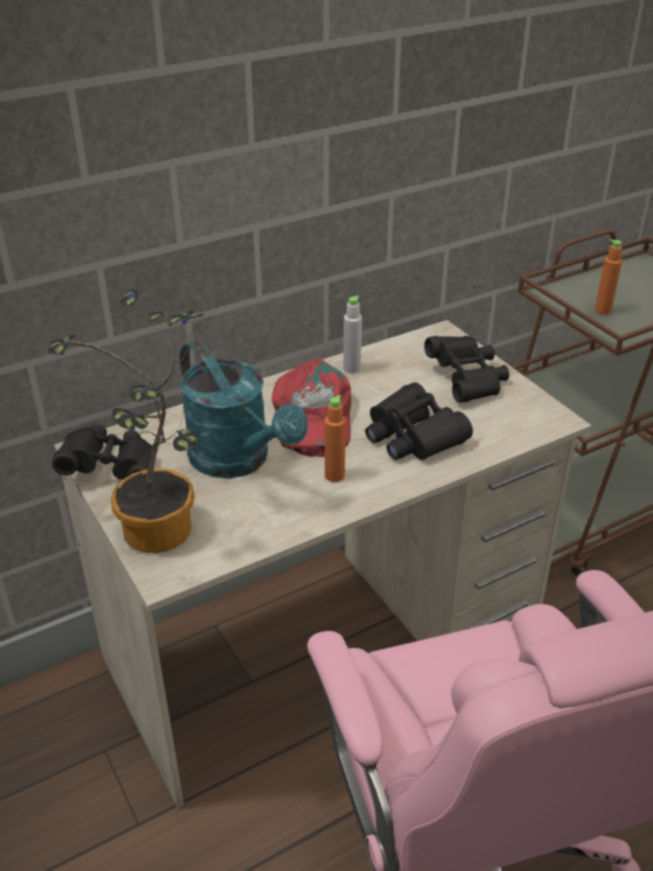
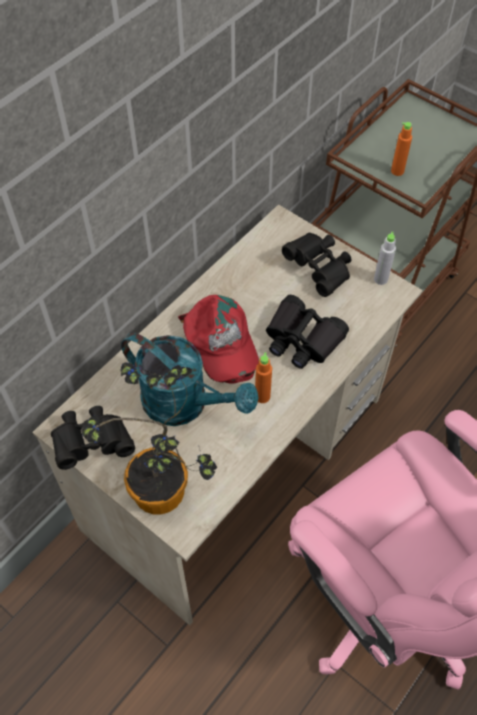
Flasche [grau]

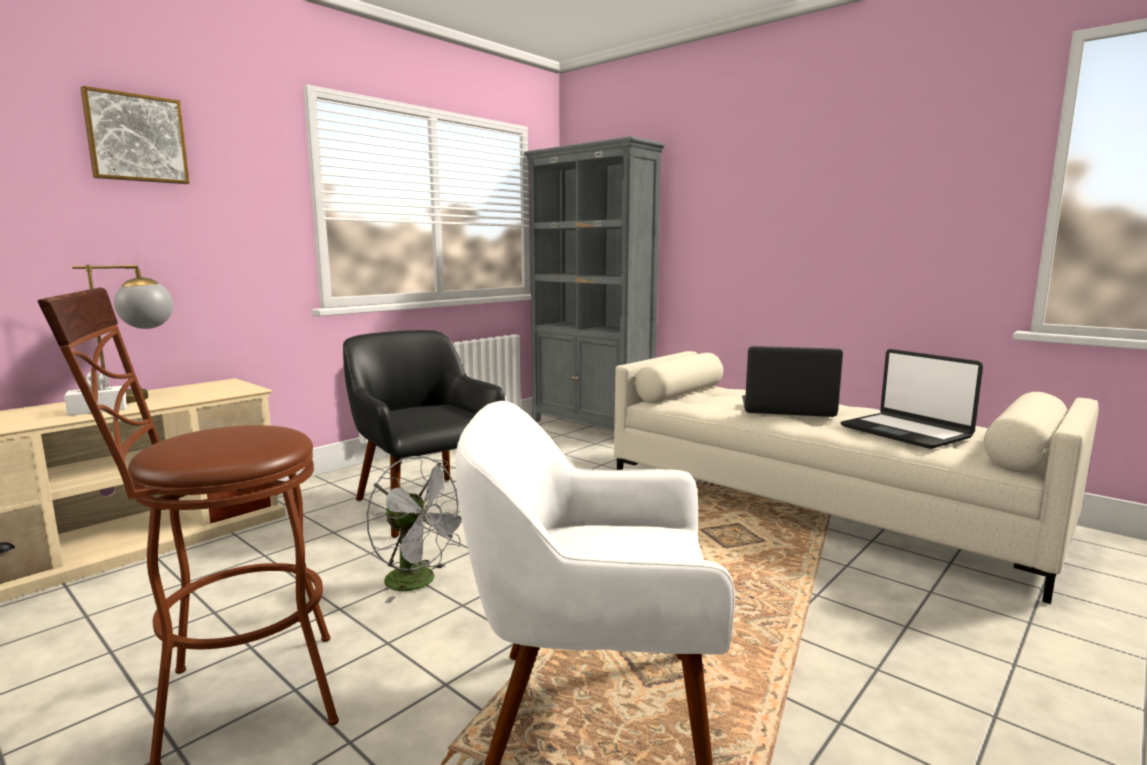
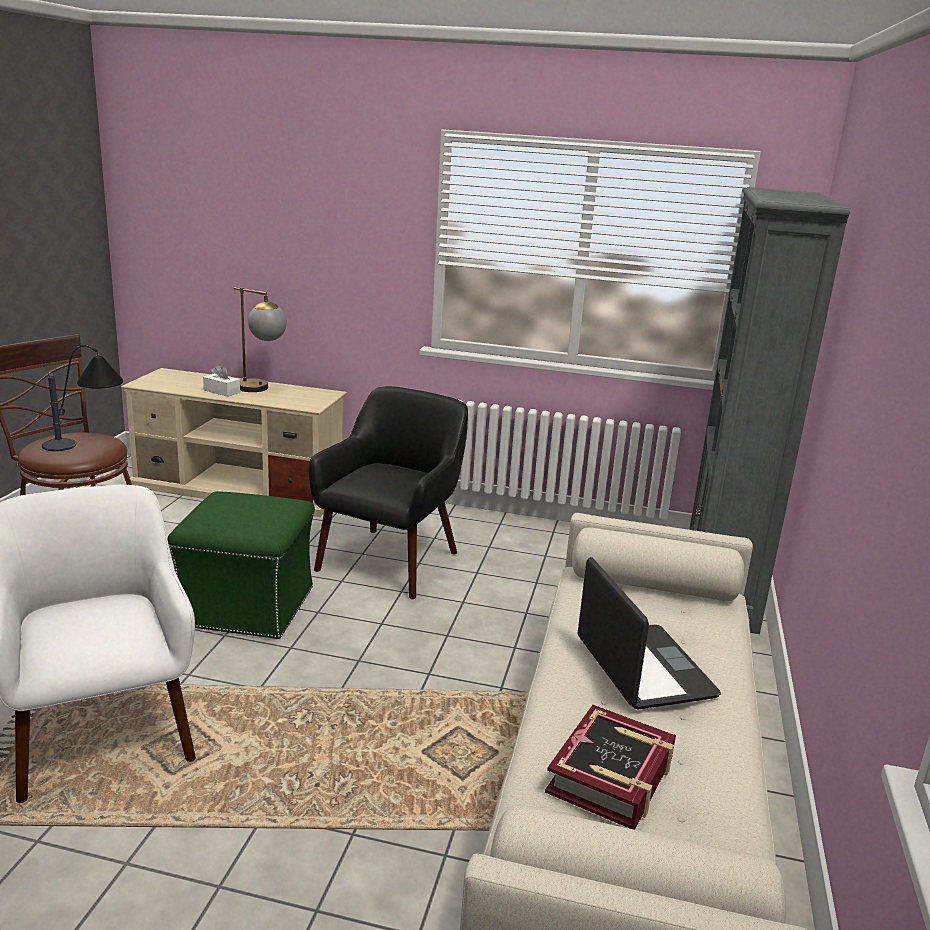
Bild; Buch; Polsterhocker [grün]; Tischlampe (1st from left)

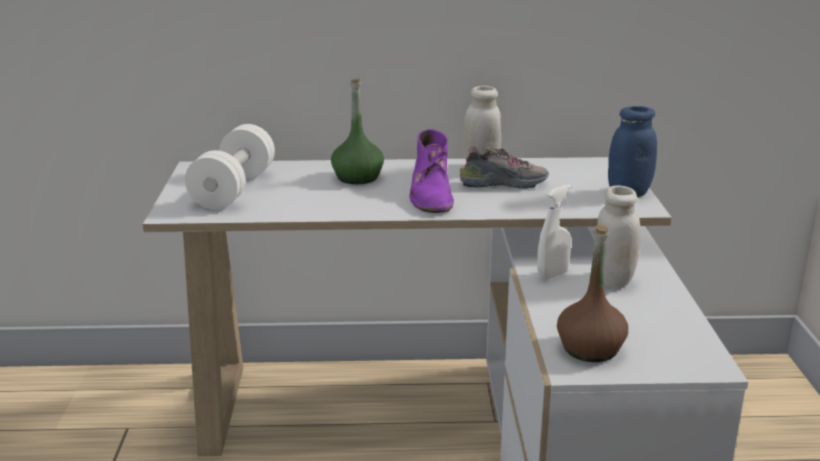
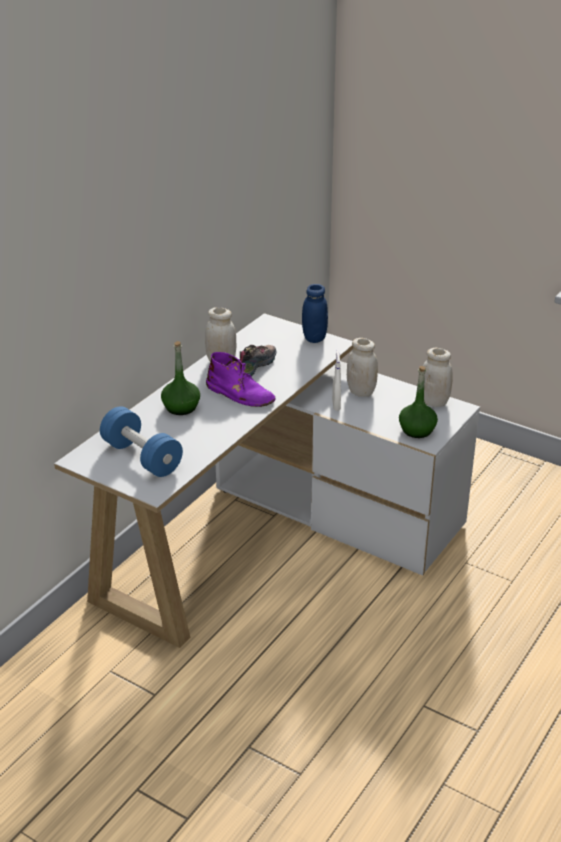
Hantel [blau]; Flasche [grün] (2nd from left); Vorratsglas [weiß] (3rd from left)

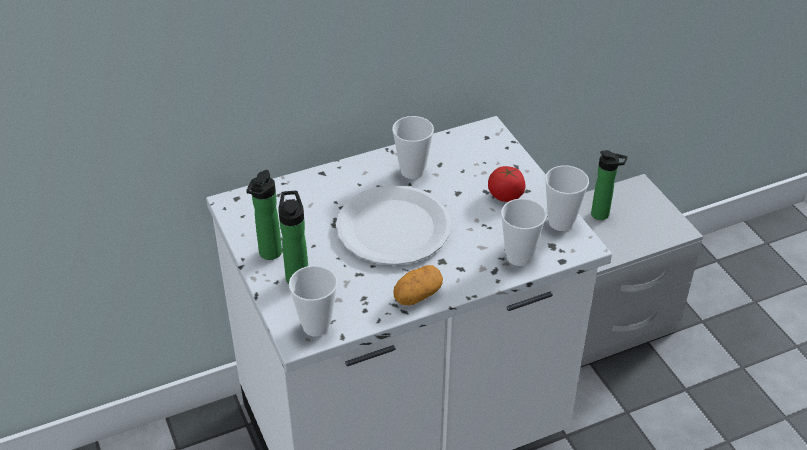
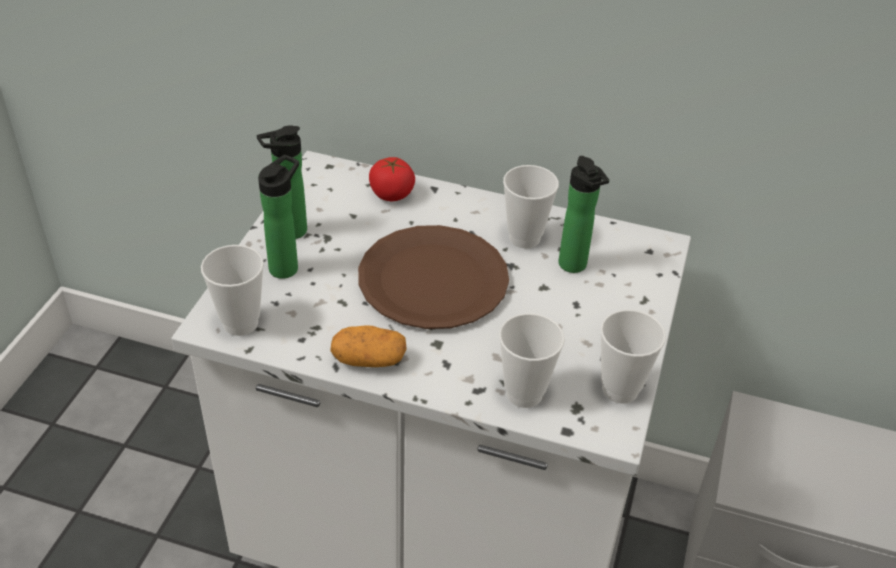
Flasche (3rd from left); Tomate; Teller [braun]

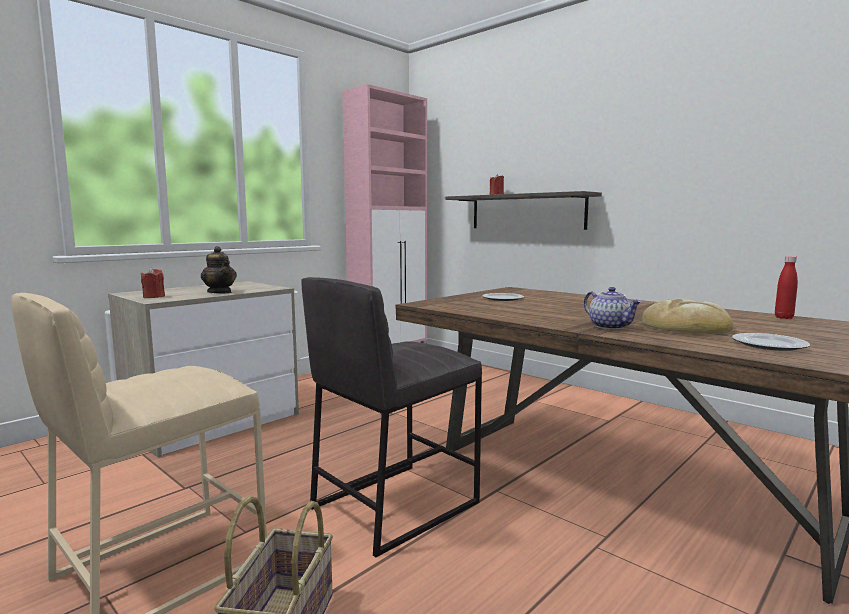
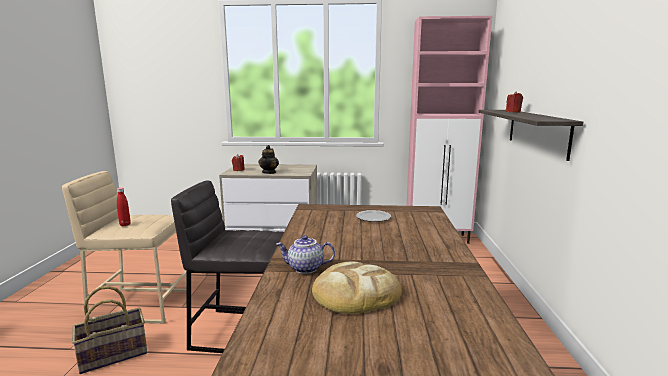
Flasche [rot]; Teekanne (2nd from left); Teller (2nd from left in the first image)

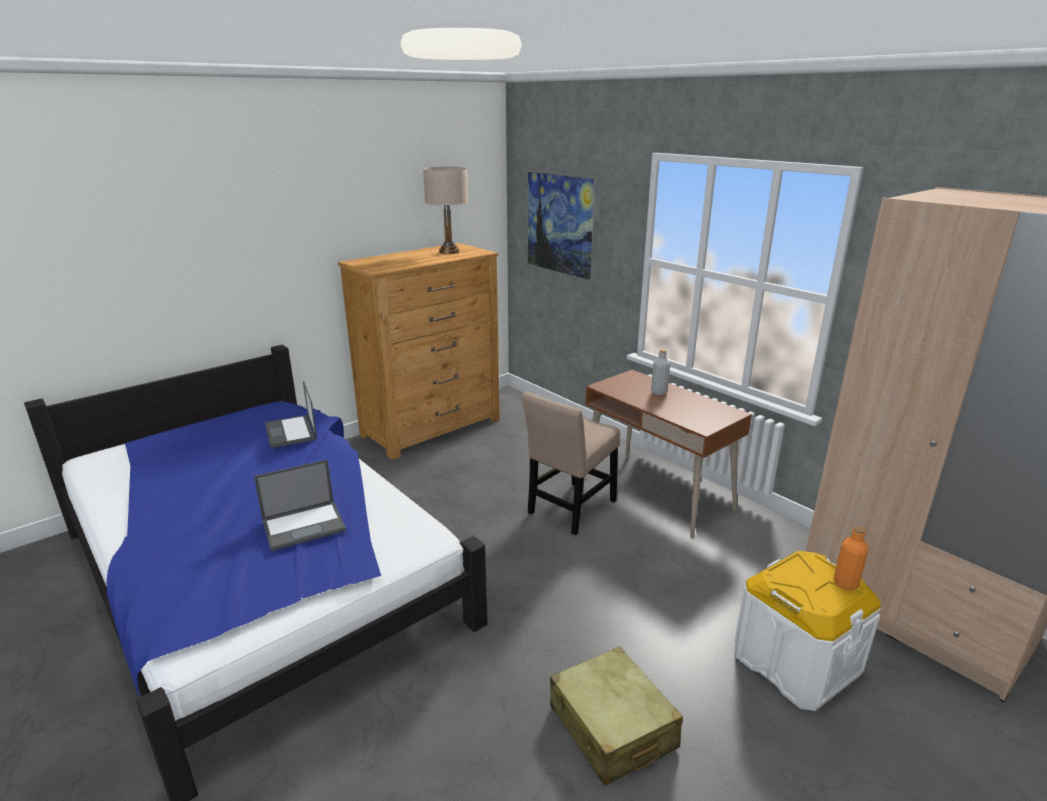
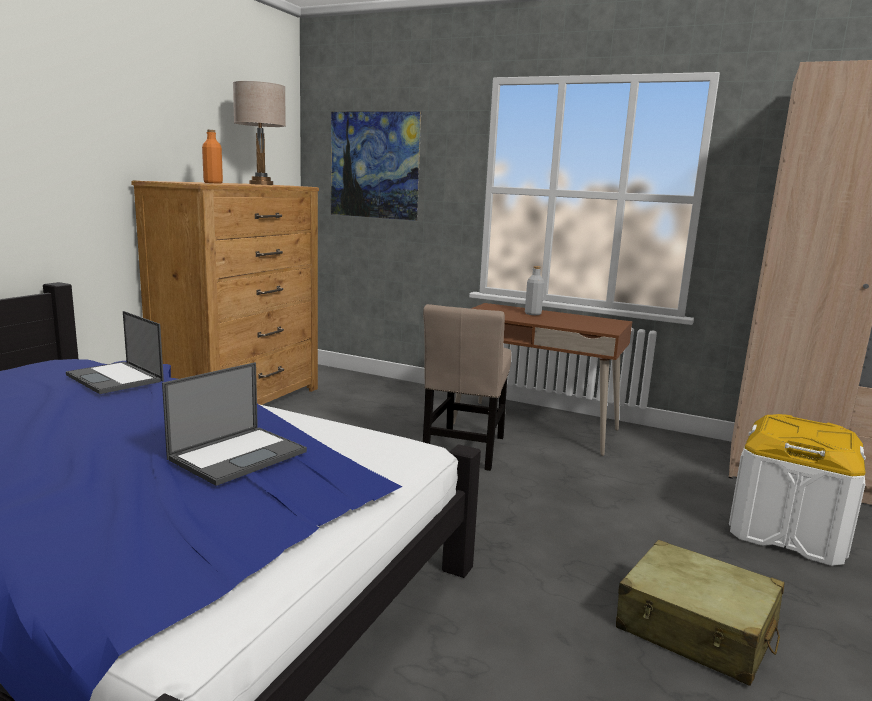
Flasche [orange]

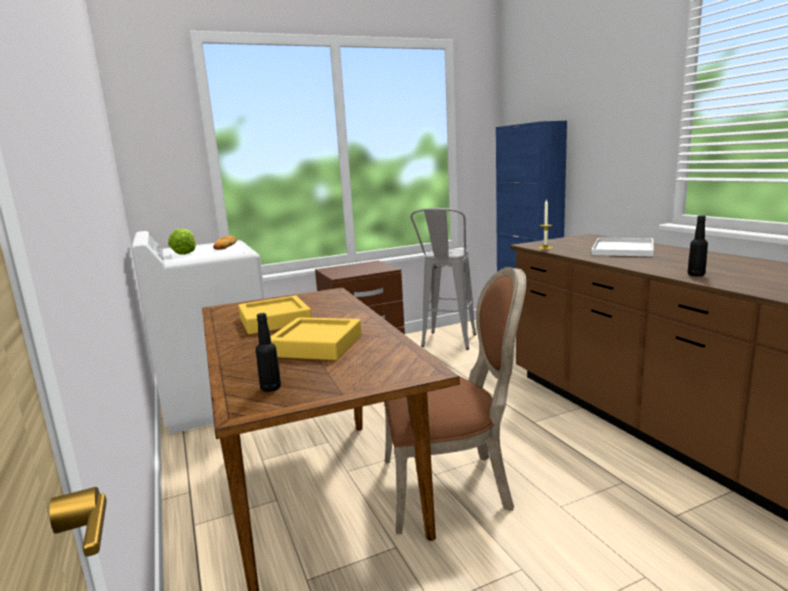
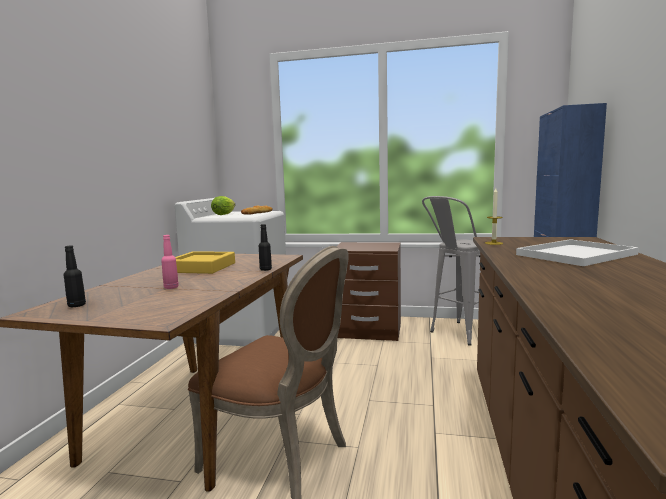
Flasche [schwarz] (2nd from left); Flasche [rosa]

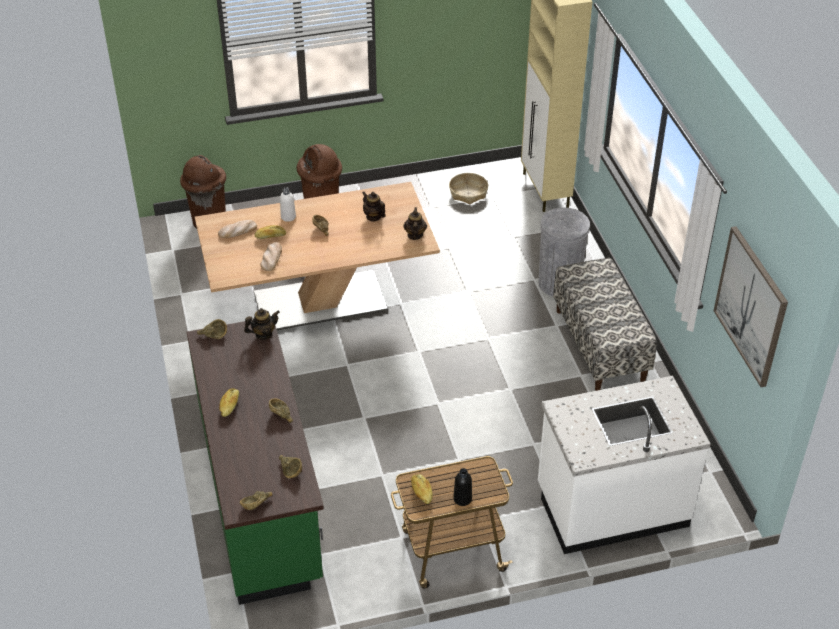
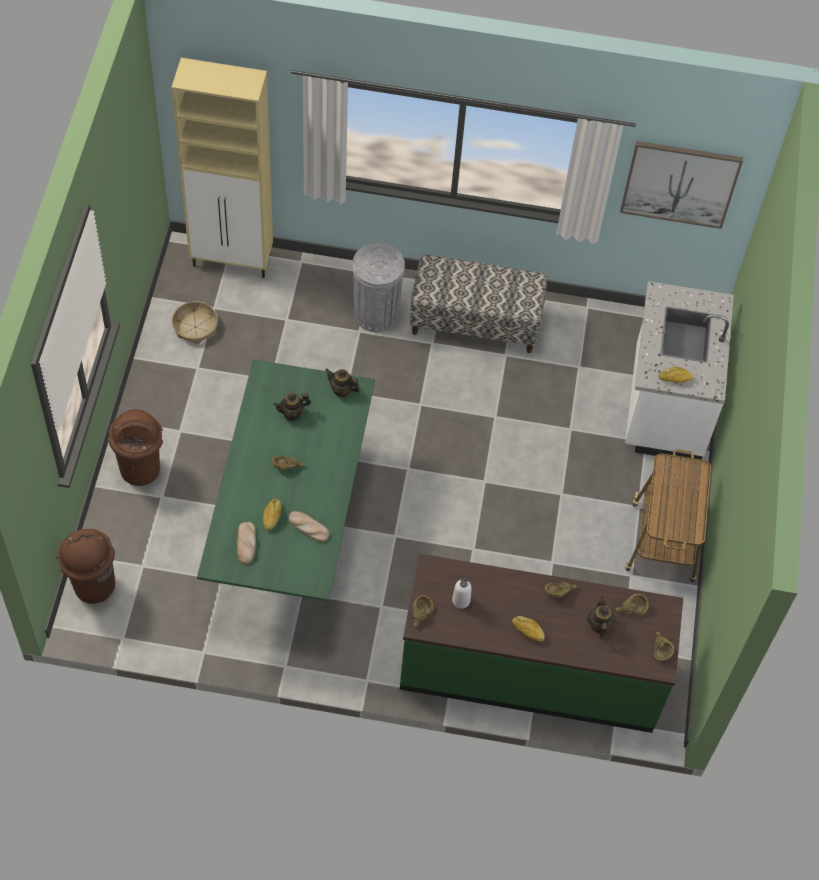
Esstisch [grün]; Flasche [weiß]; Teekanne (3rd from left); Flasche [schwarz]; Brot (5th from left)

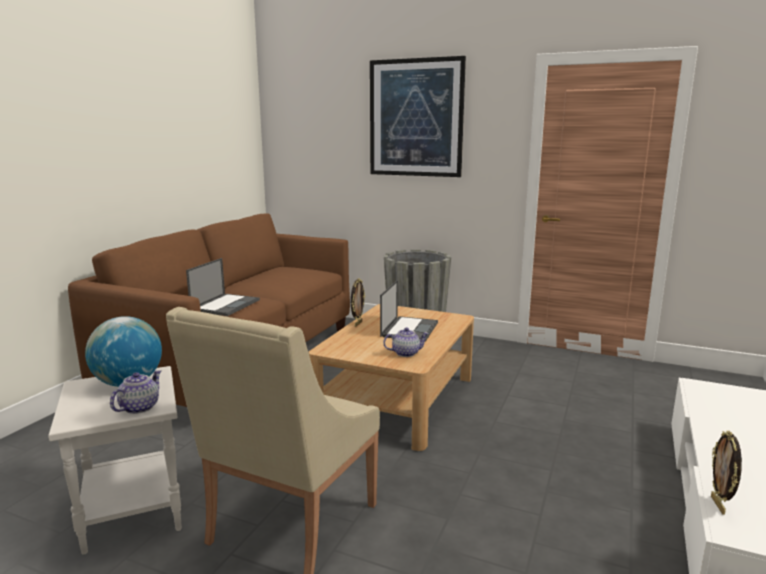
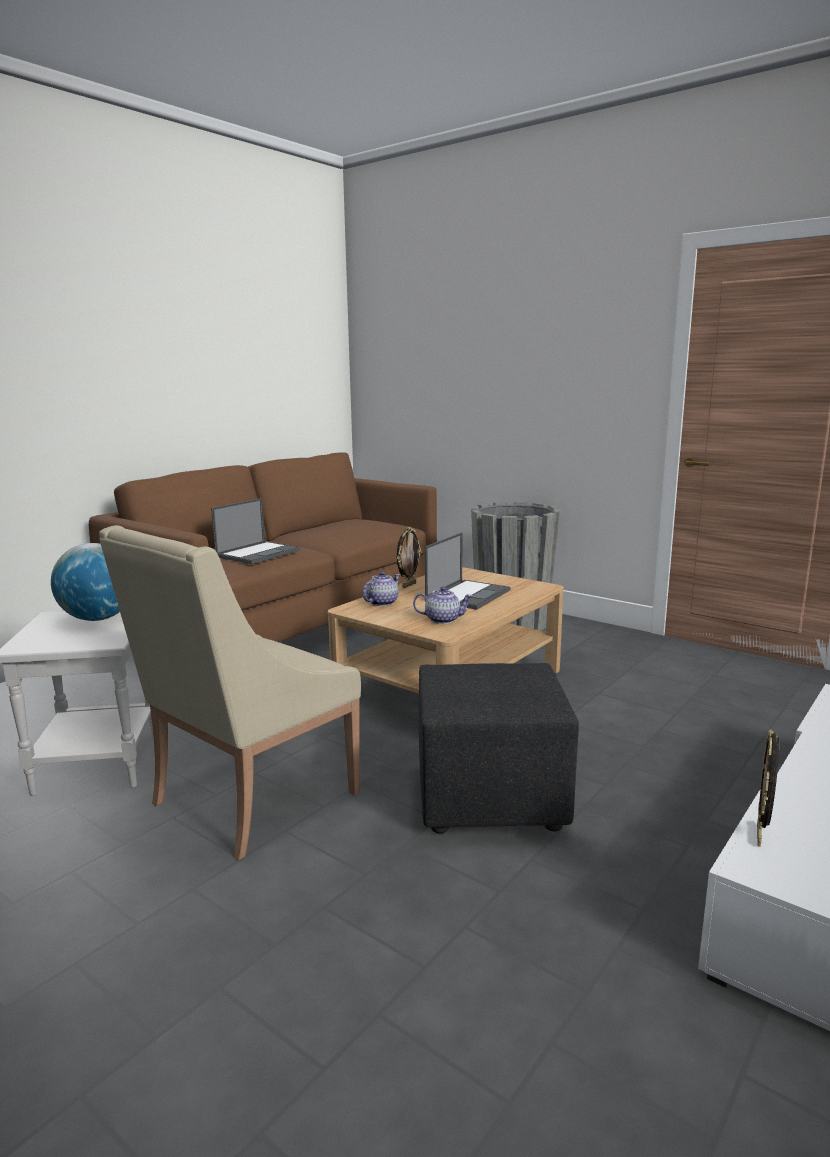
Bild; Teekanne (1st from left); Polsterhocker [schwarz]

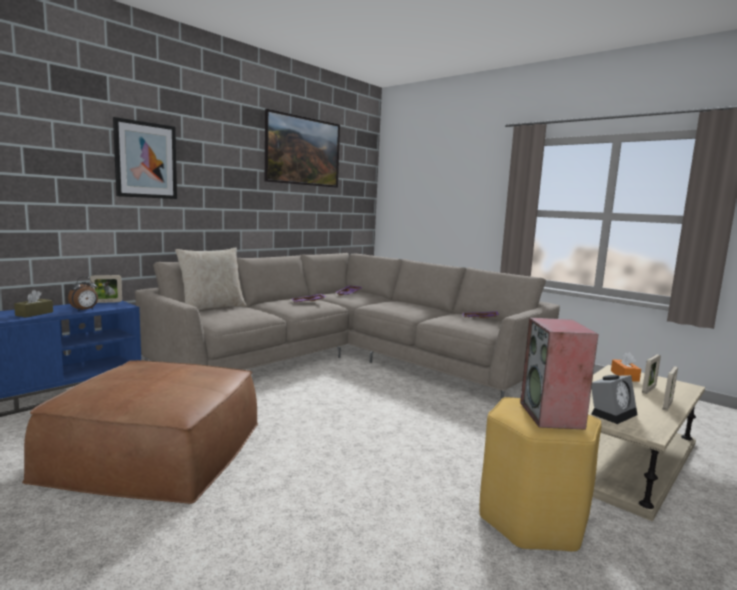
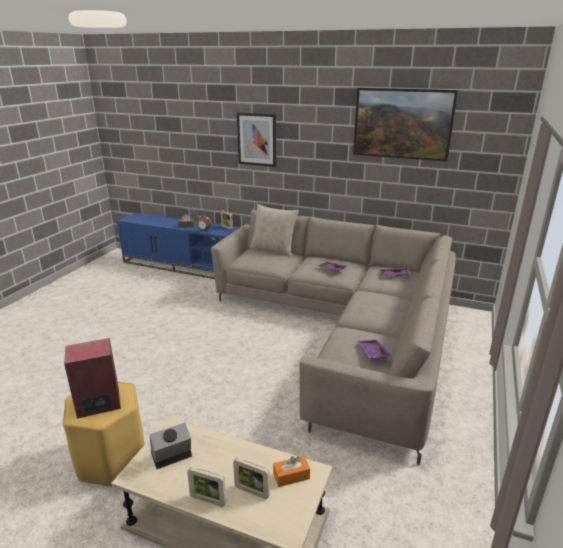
Polsterhocker [braun]; Wecker (1st from left)

